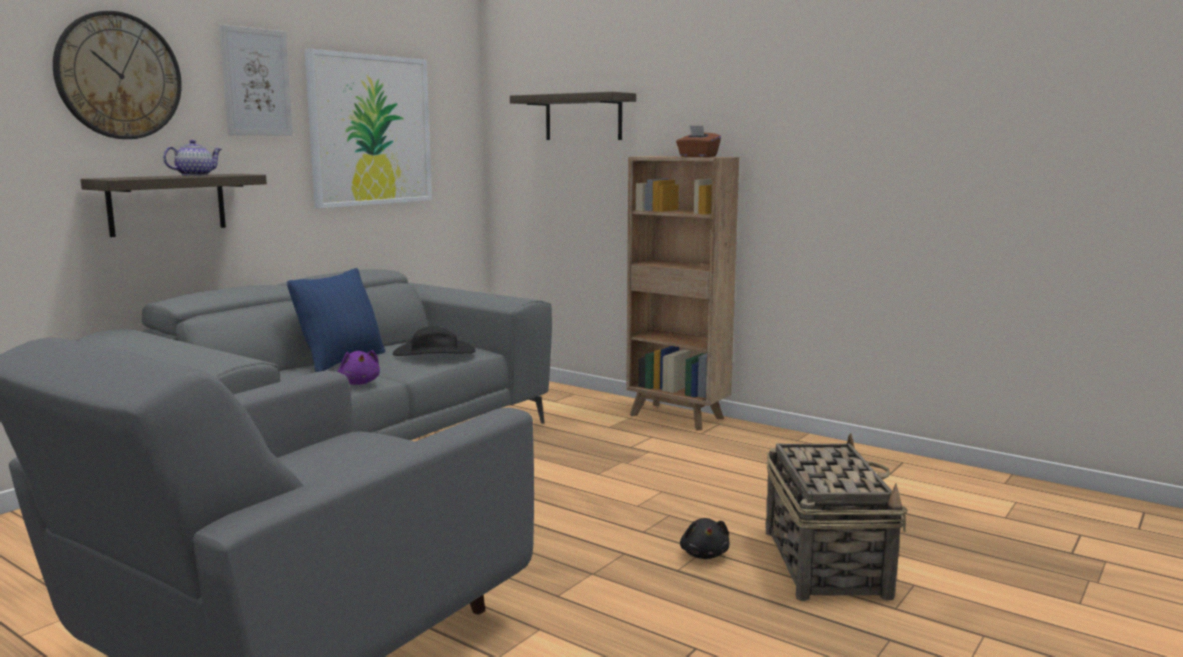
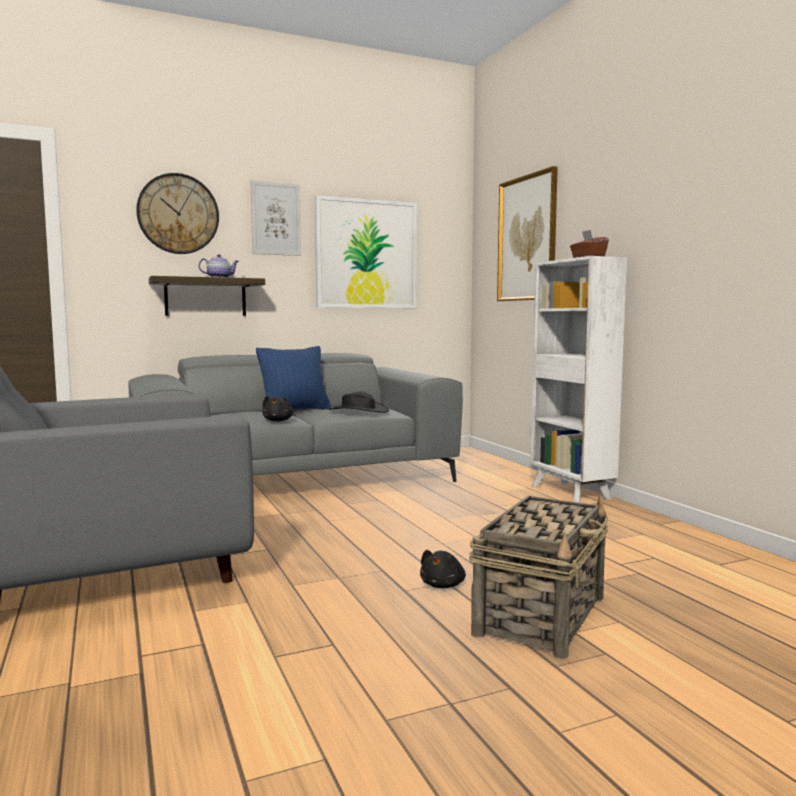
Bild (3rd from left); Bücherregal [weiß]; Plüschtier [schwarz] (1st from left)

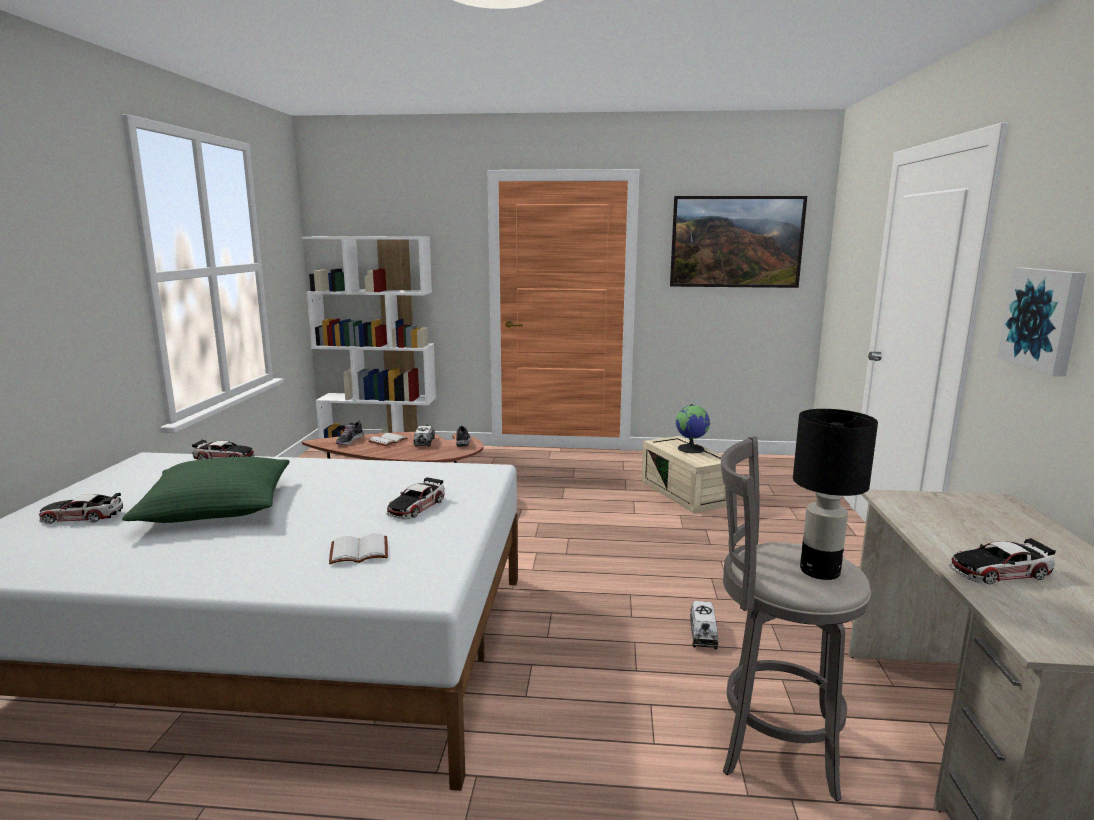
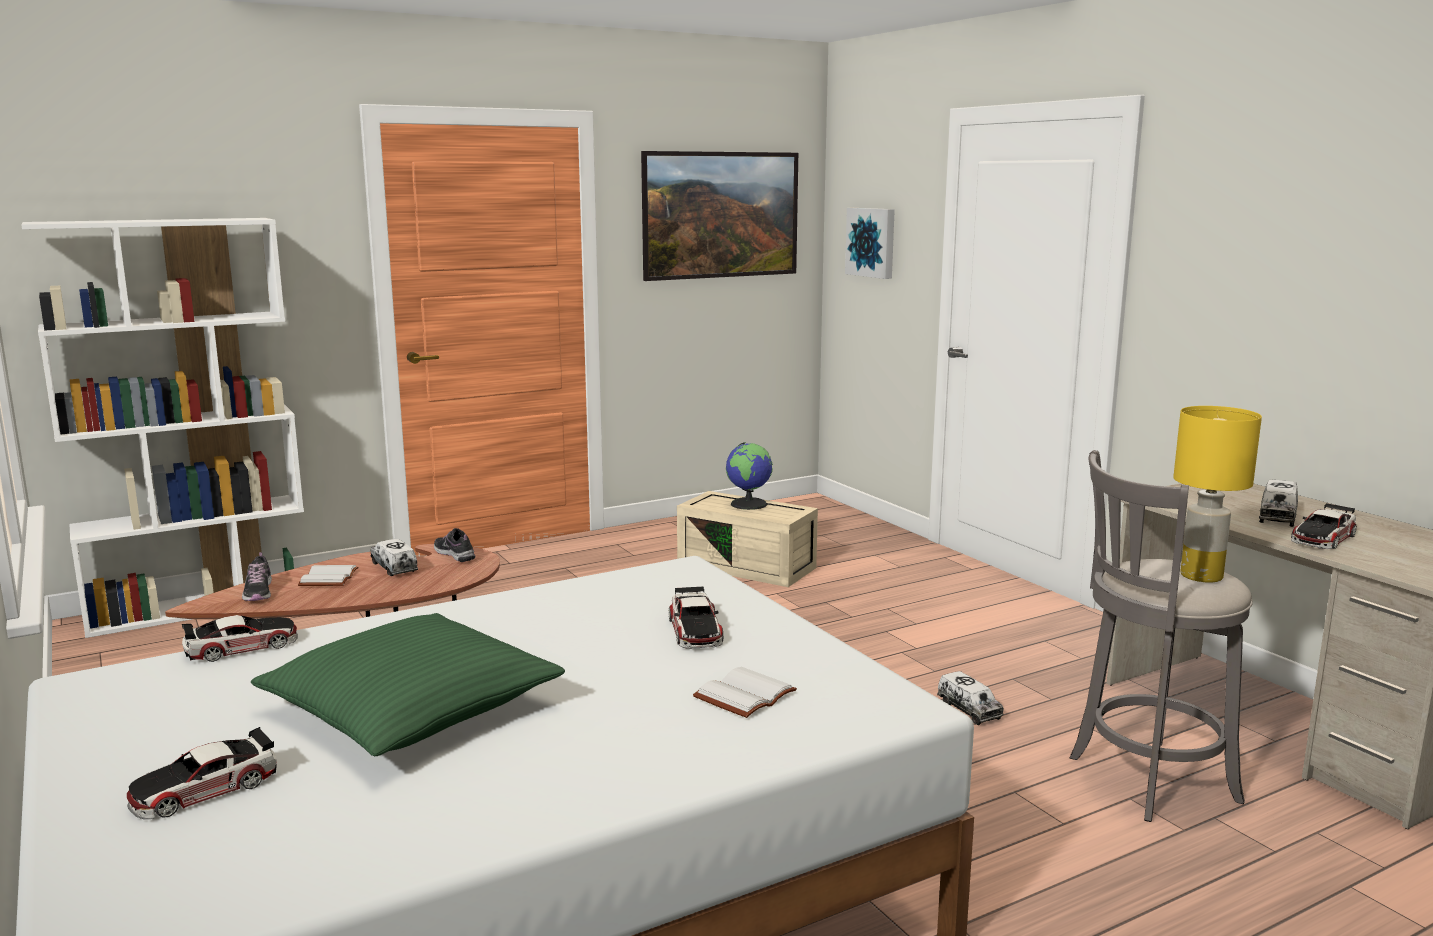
Bild (2nd from left); Tischlampe [gelb]; Spielzeuglaster (3rd from left)

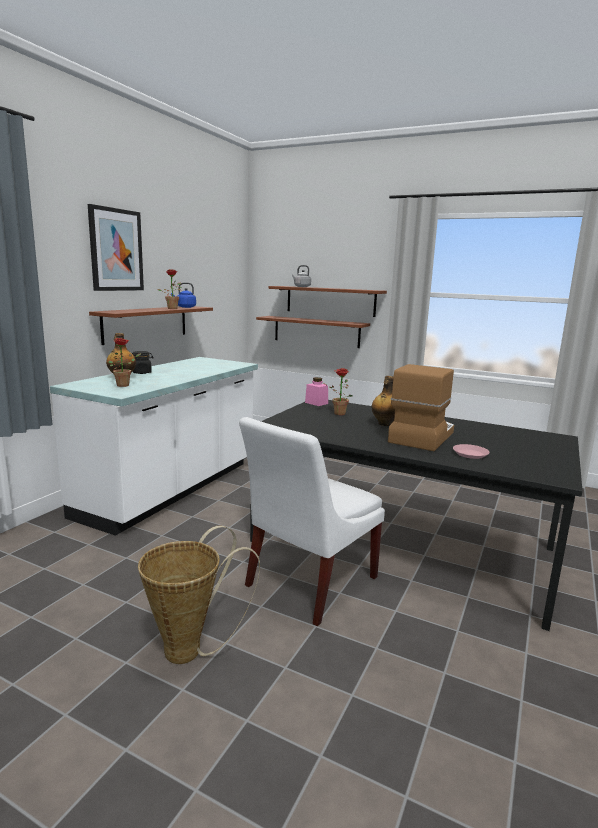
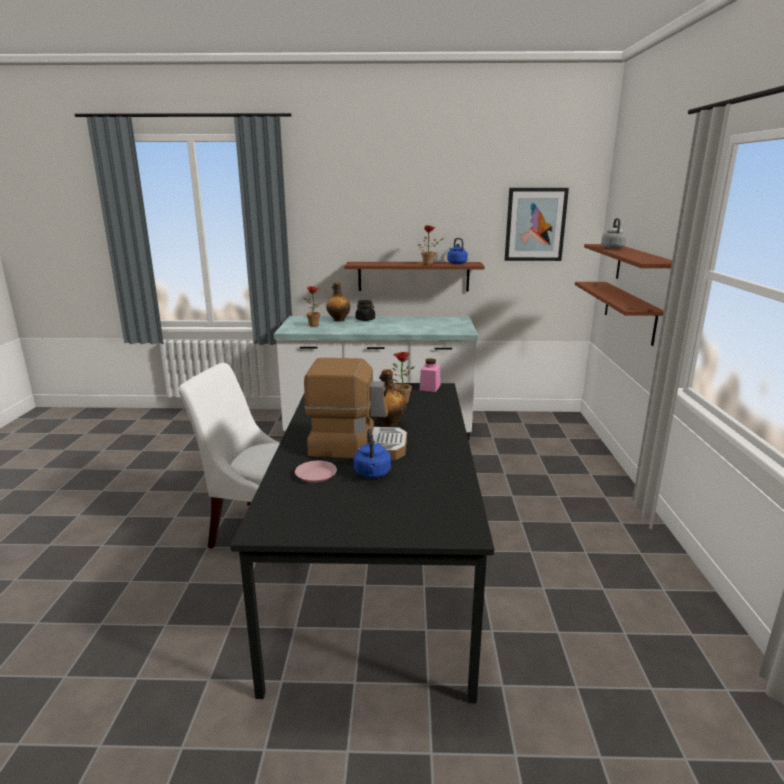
Bild; Korb; Wasserkessel [blau] (1st from left)

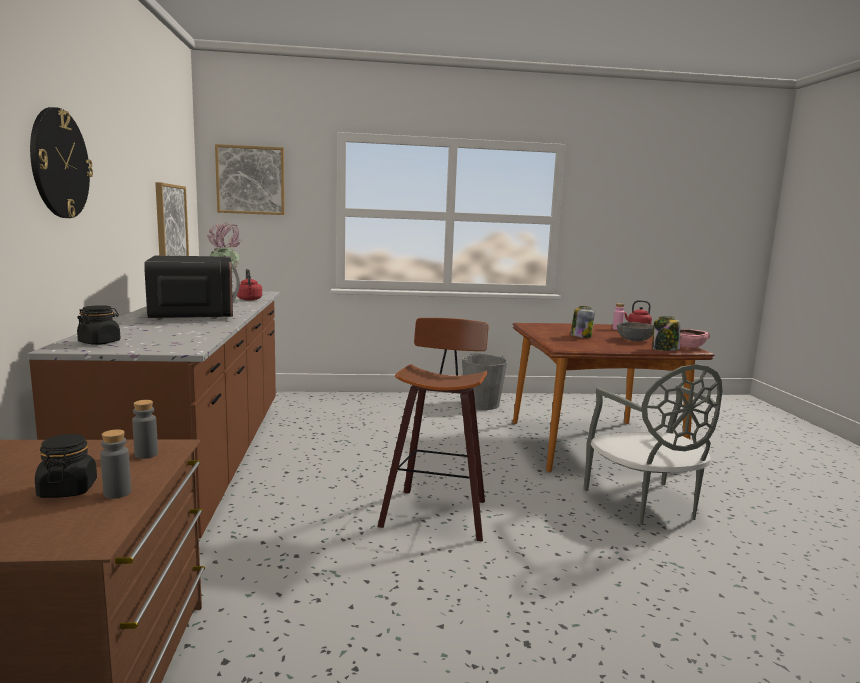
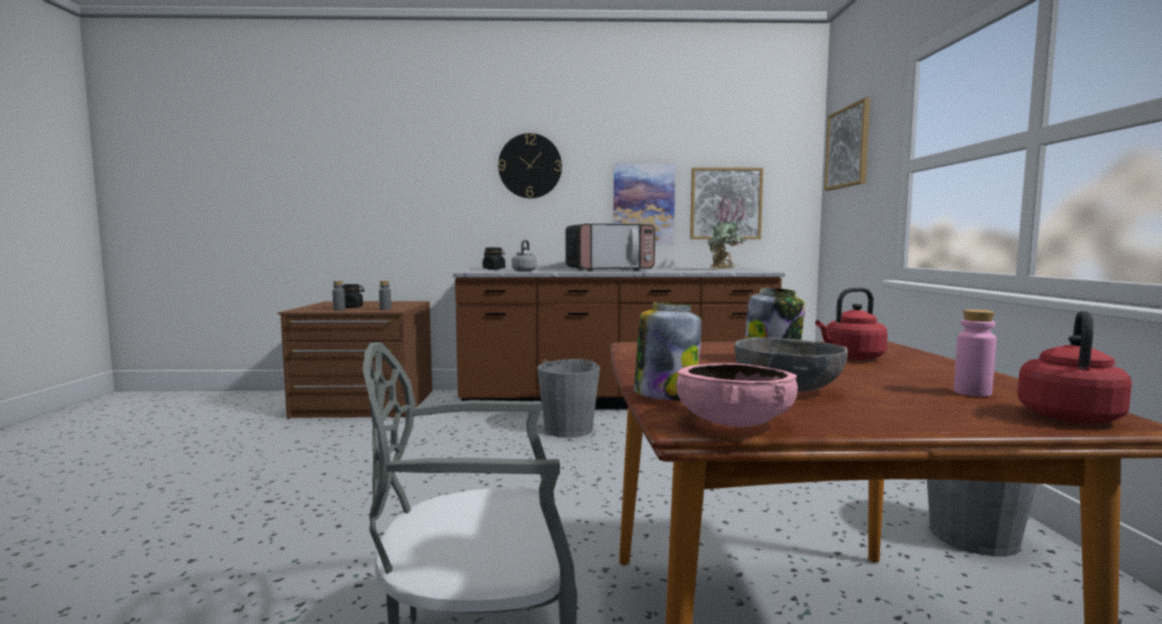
Wasserkessel [rot] (1st from left); Hocker; Bild (1st from left); Wasserkessel [grau]; Eimer [grau] (1st from left)

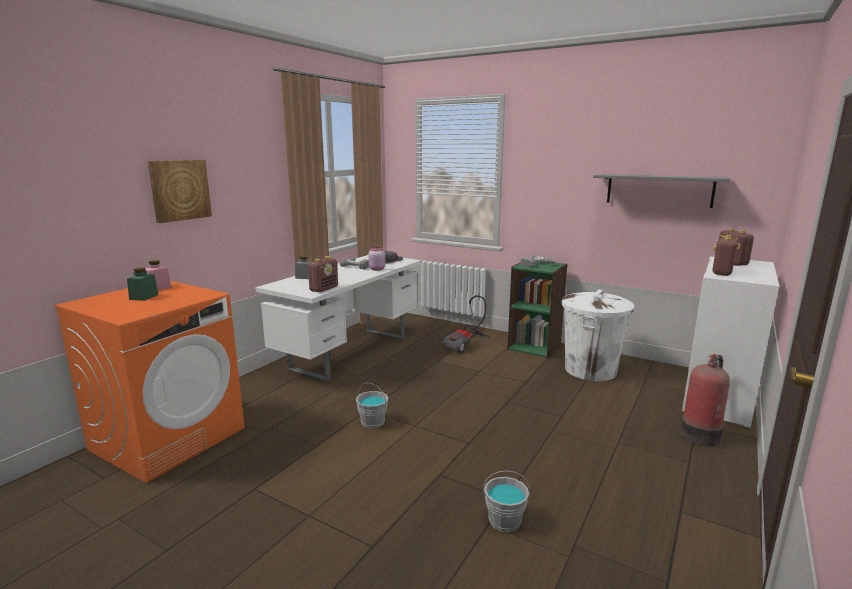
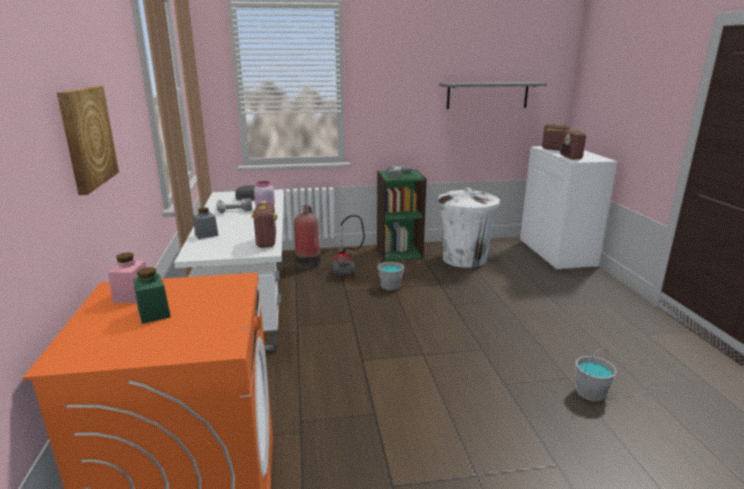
Feuerlöscher; Eimer [grau] (1st from left)

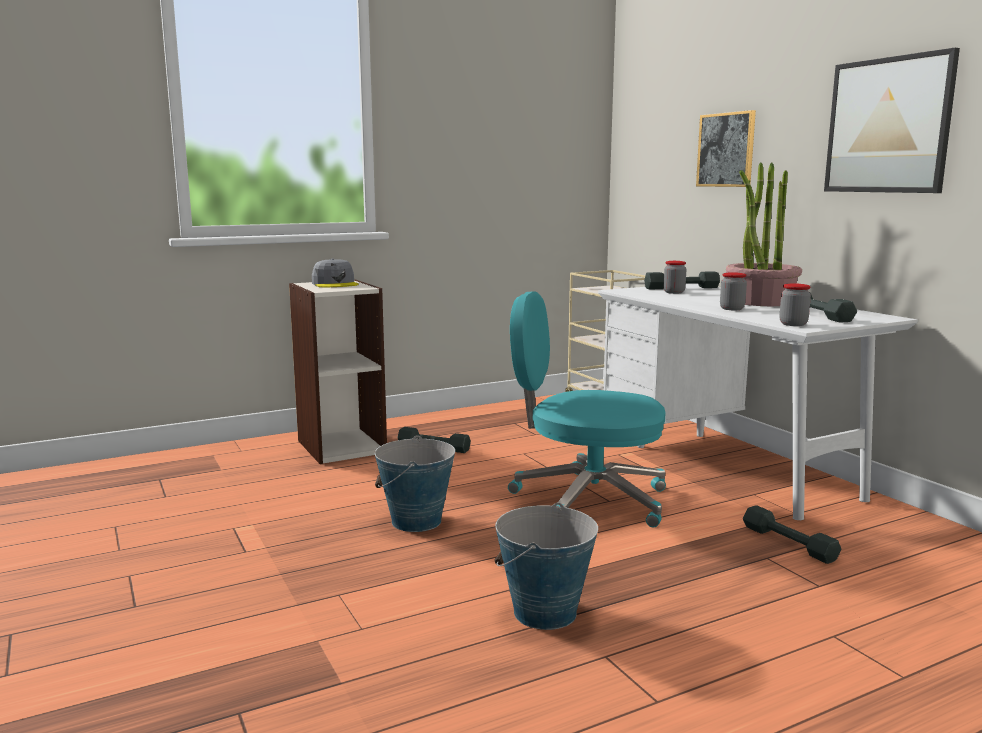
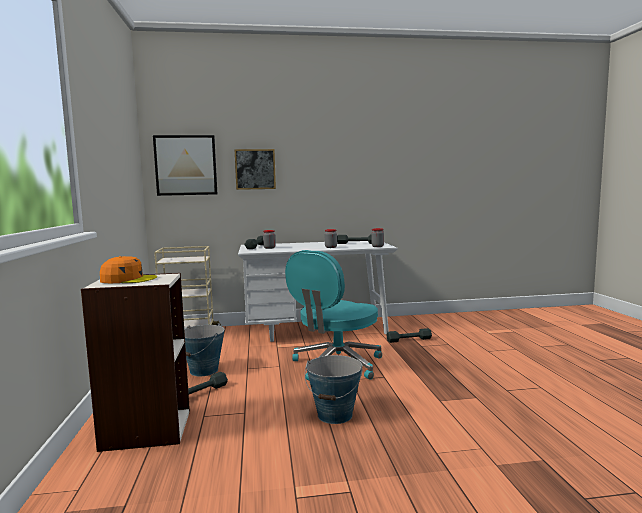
Bild (1st from left); Topfpflanze; Kappe [orange]; Eimer (1st from left)

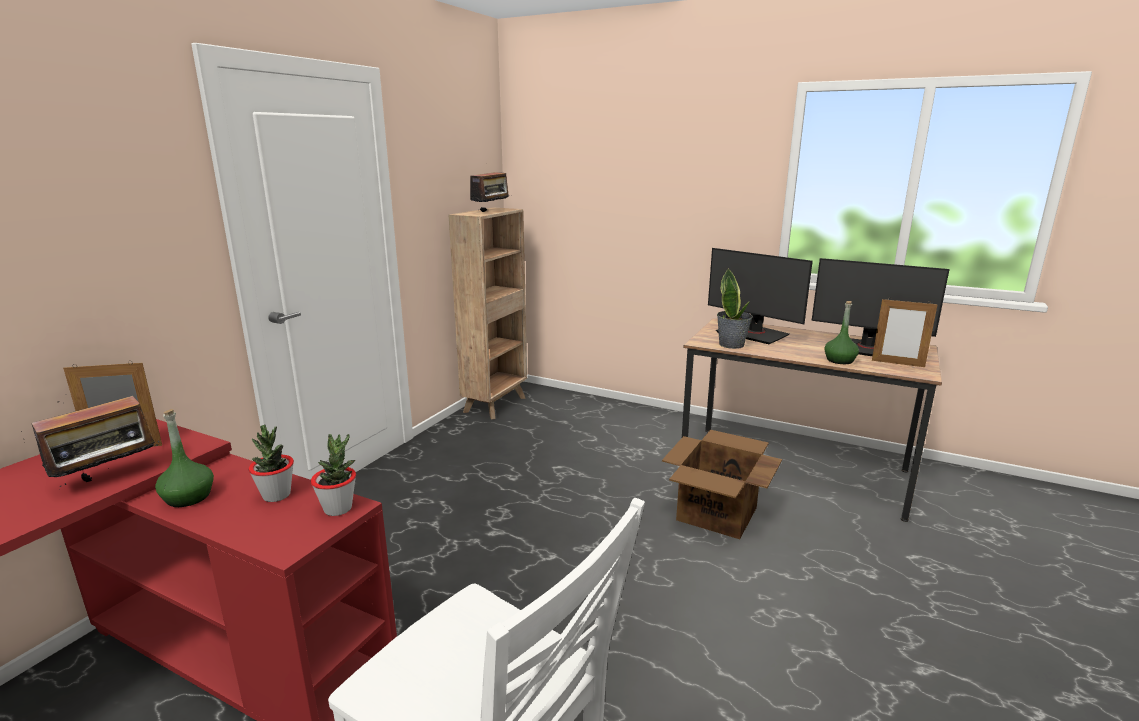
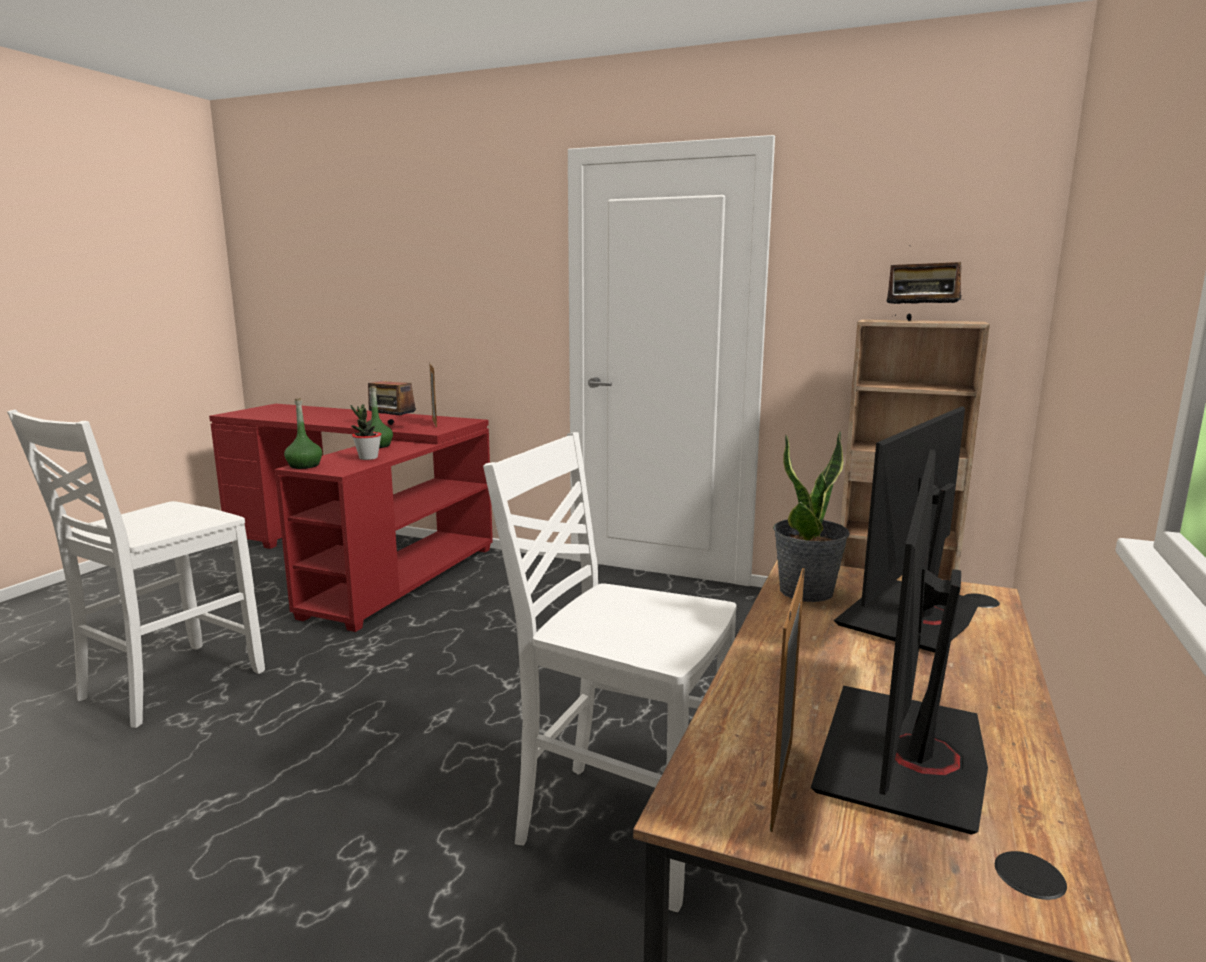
Flasche [grün] (1st from left); Stuhl [weiß] (2nd from left); Topfpflanze (2nd from left in the first image)

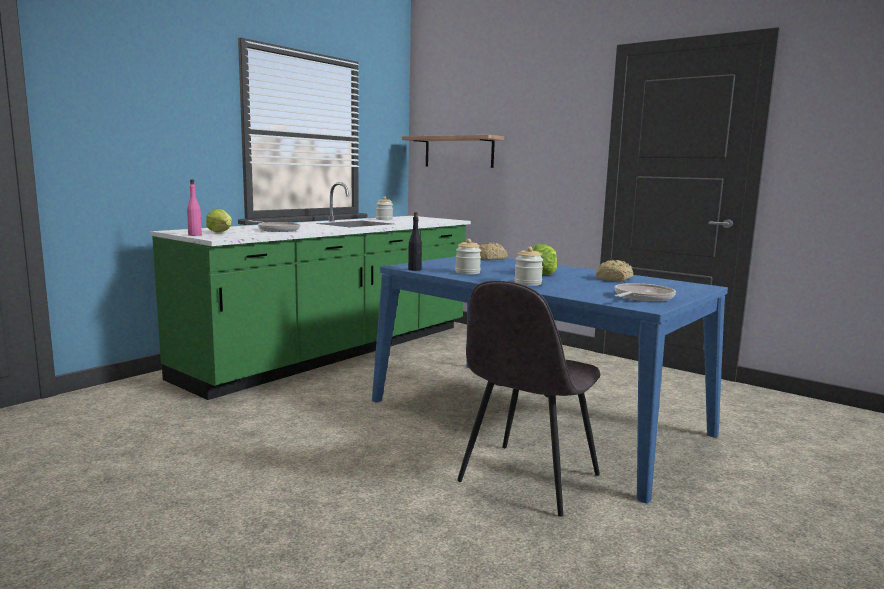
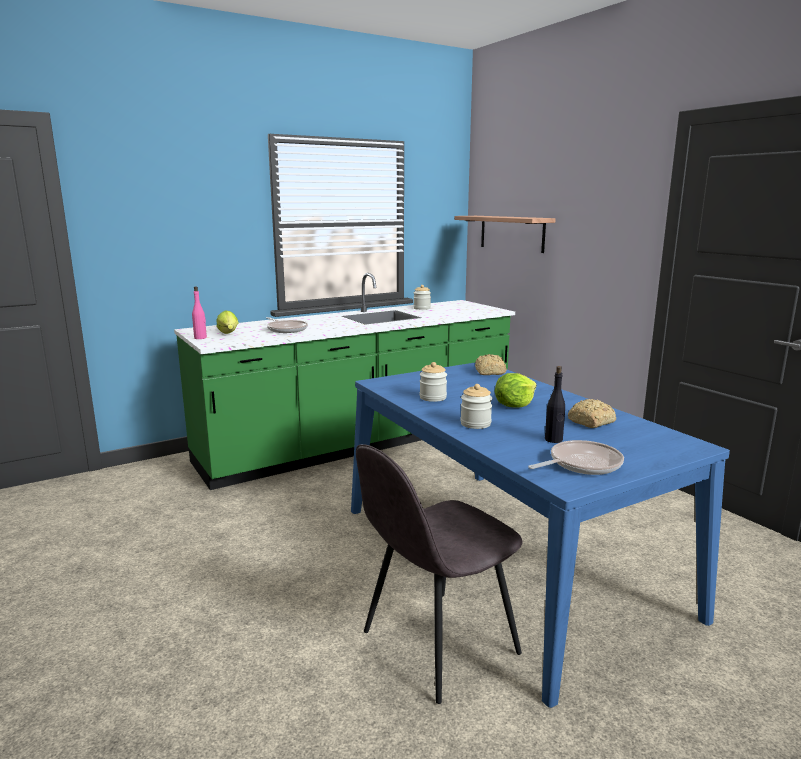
Flasche [schwarz]

